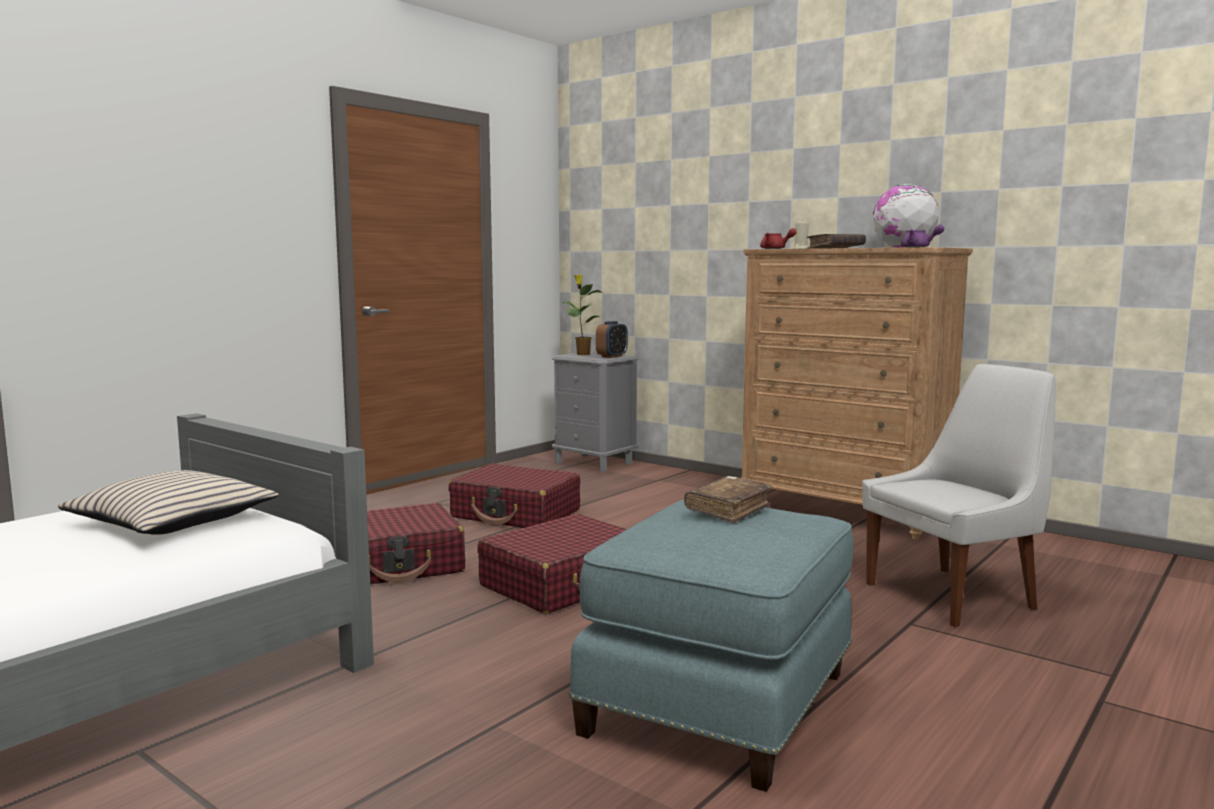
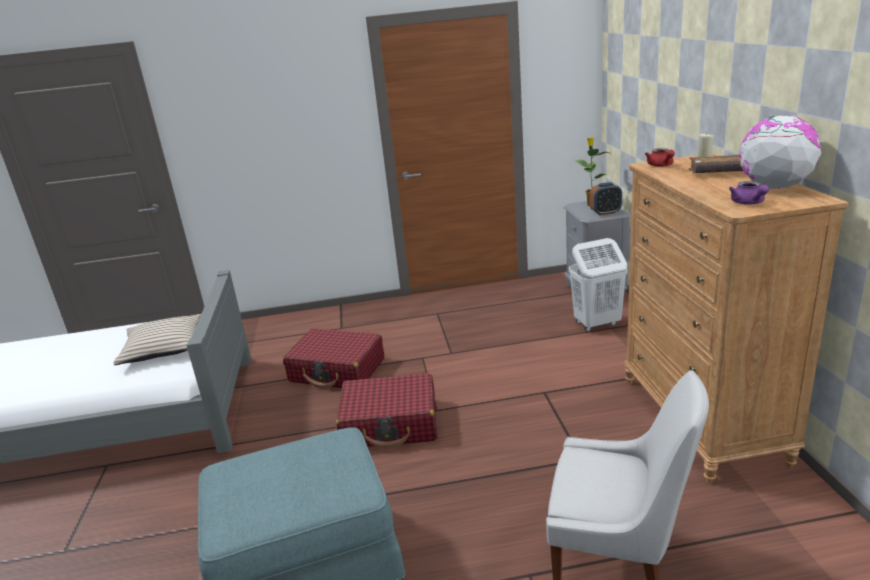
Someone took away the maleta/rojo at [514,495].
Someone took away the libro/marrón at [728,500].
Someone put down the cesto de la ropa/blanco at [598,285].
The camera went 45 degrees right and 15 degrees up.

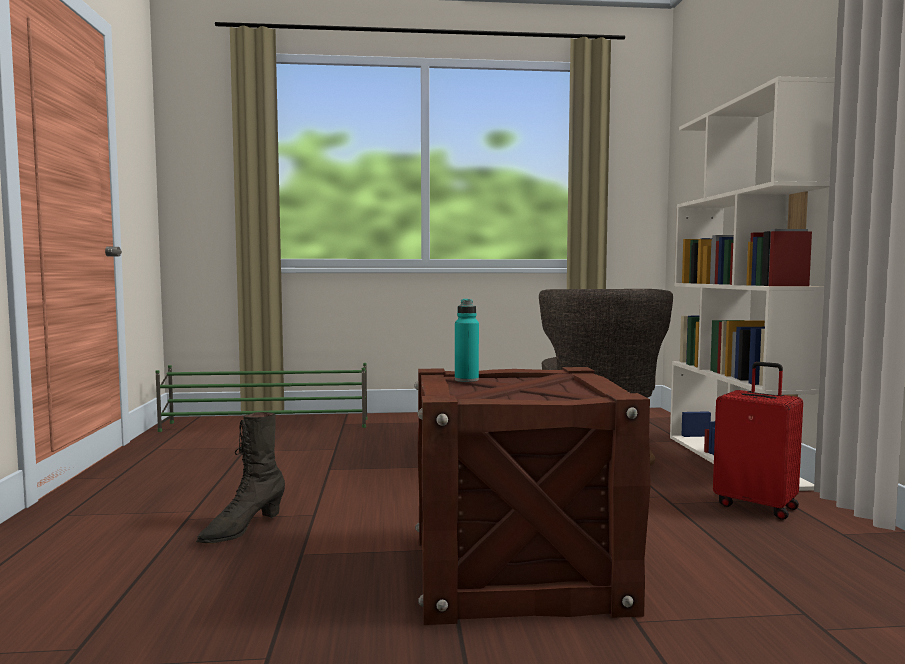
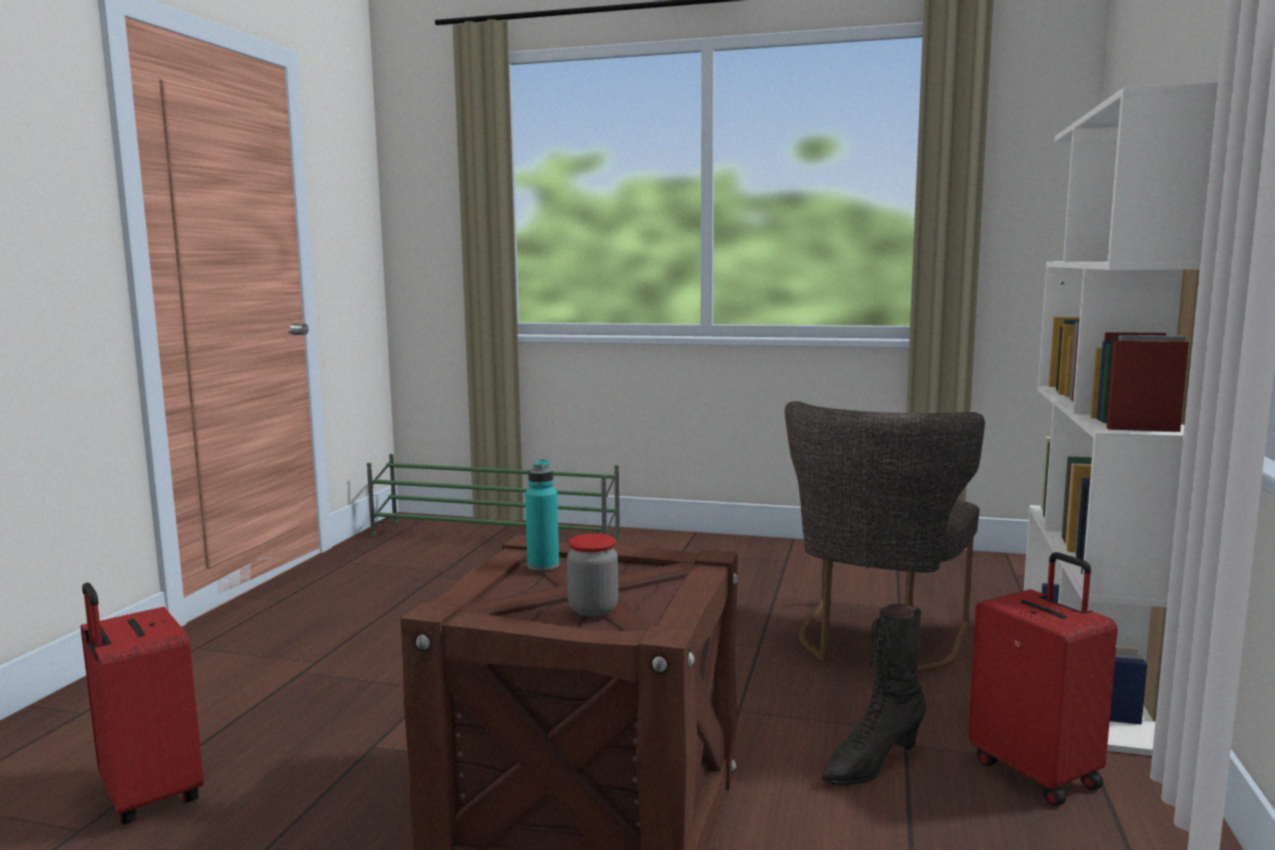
Someone put down the maleta/rojo at [142,704].
Someone put down the tarro at [592,575].
Someone carried the bota/negro from [240,478] to [873,695].
The camera went 20 degrees right and 5 degrees up.

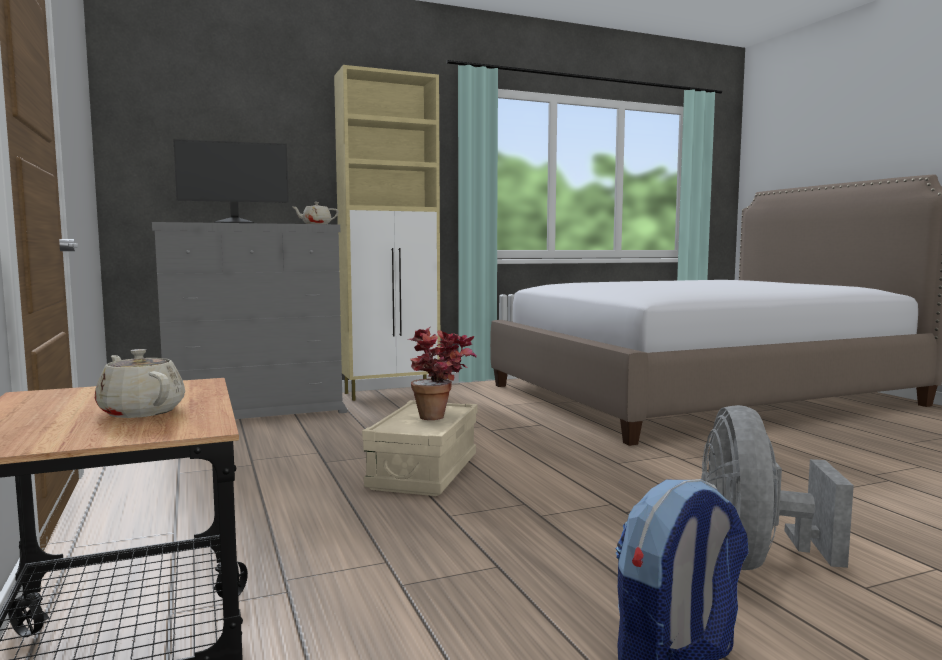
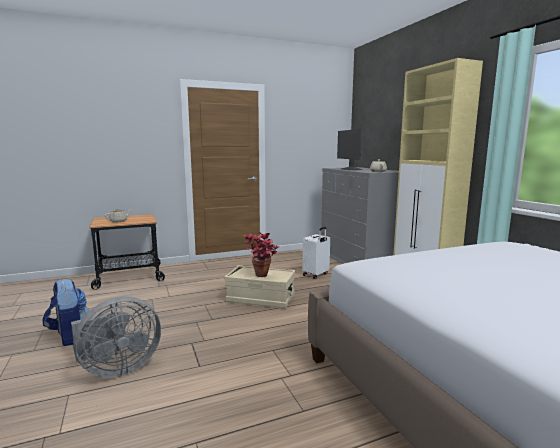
Someone put down the maleta/blanco at [316,253].
Someone rotated the ventilador/gris at [777,487] by 135 degrees clockwise.
The camera went 90 degrees right and 5 degrees up.

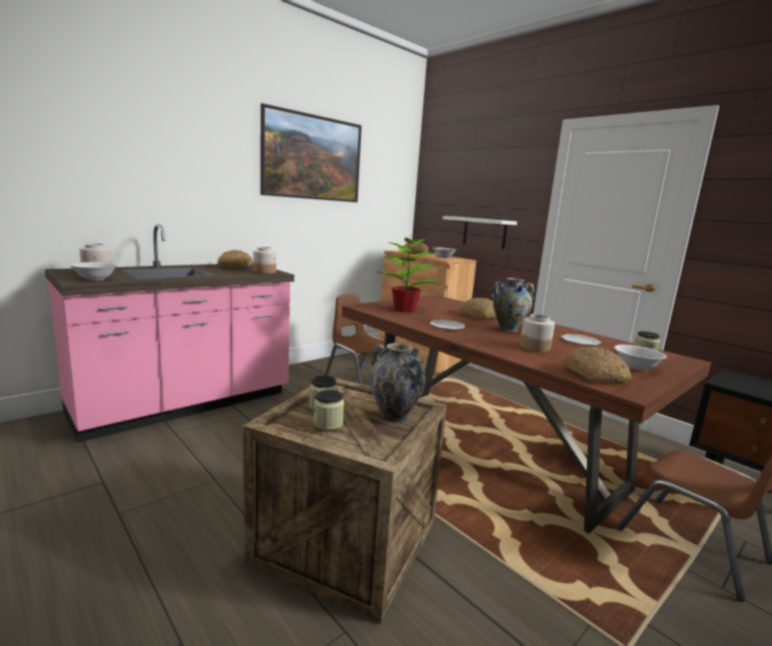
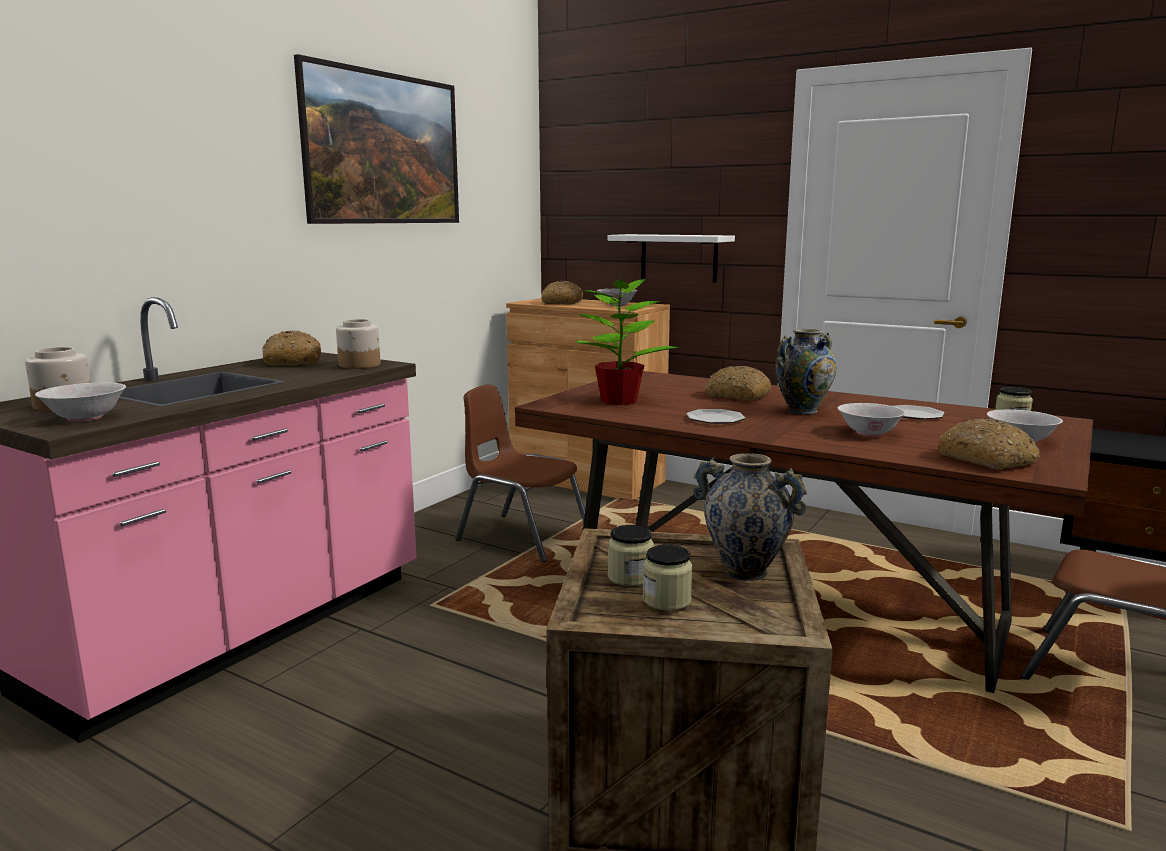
Someone swapped the tarro at [537,333] for the cuenco/blanco at [872,419].
The camera went 15 degrees left and 0 degrees up.

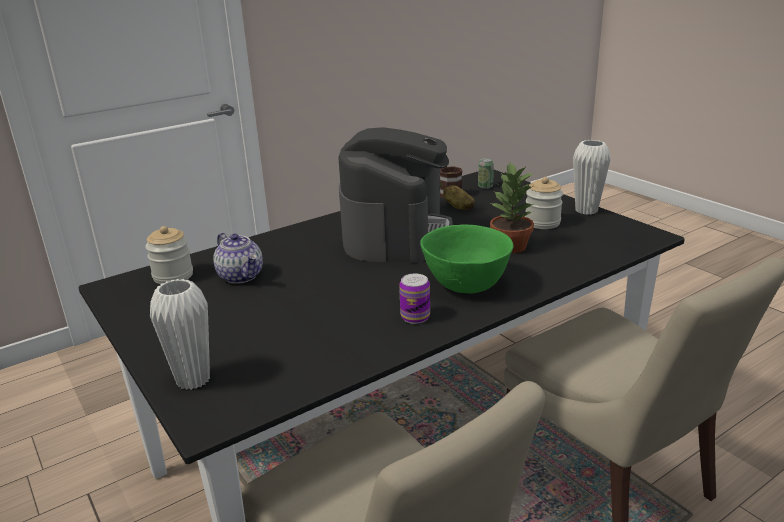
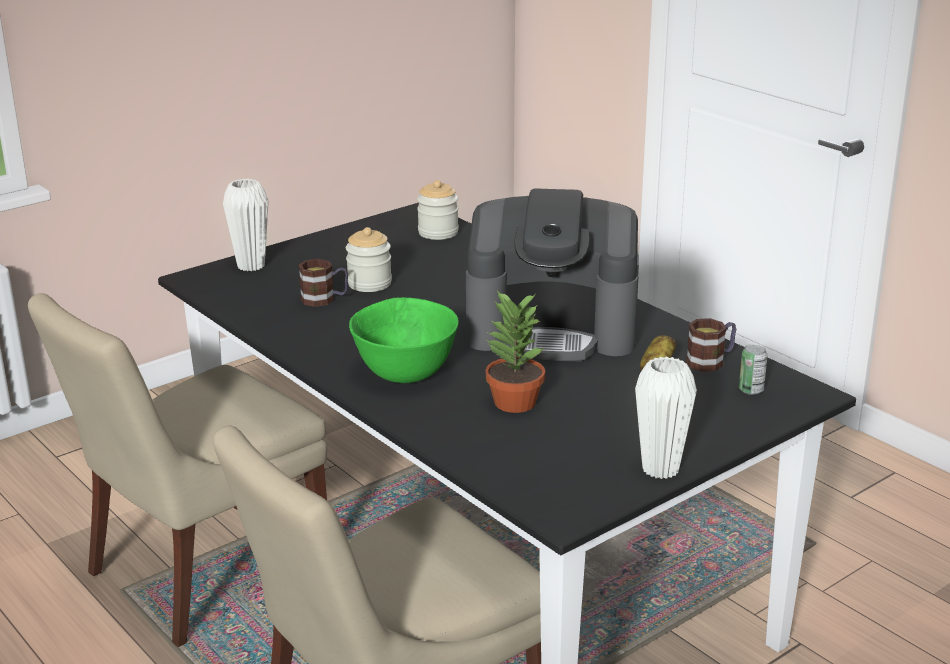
Someone took away the tetera at [238,258].
Someone took away the lata at [414,299].
Someone put down the taza grande at [323,283].
Someone carried the tarro from [544,203] to [369,259].
The camera went 85 degrees right and 0 degrees up.

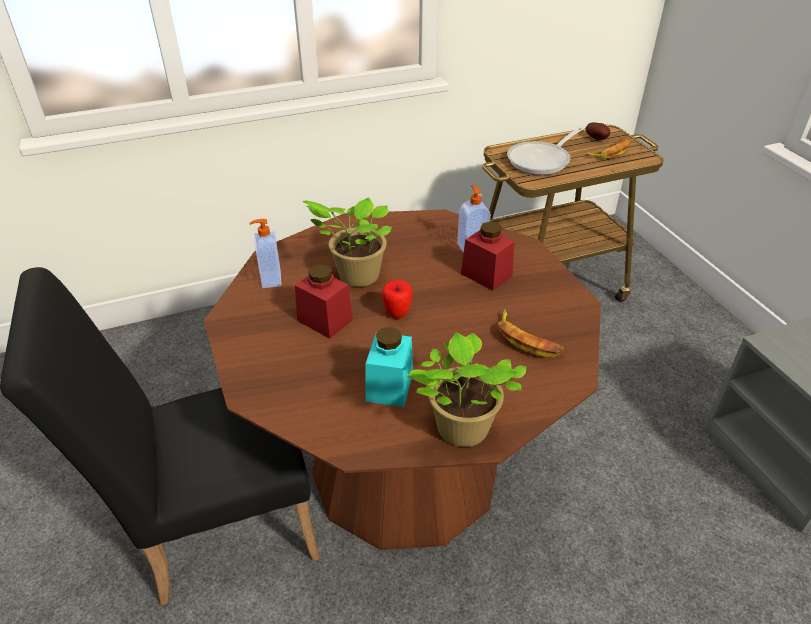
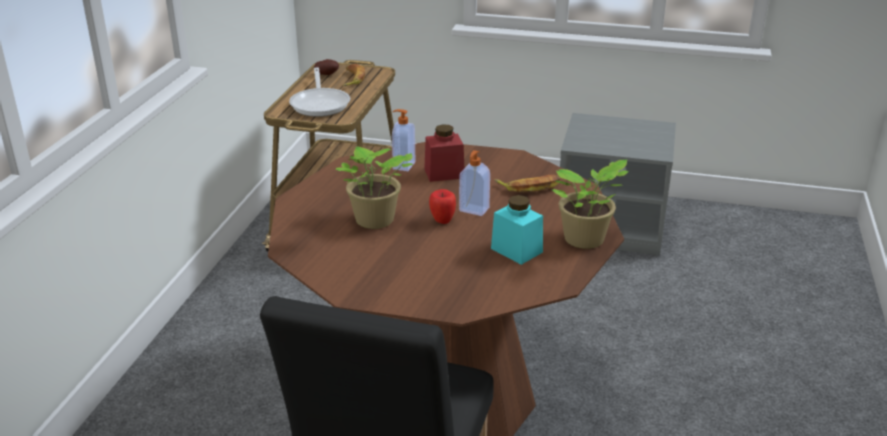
Someone took away the tarro/rojo at [324,301].
Someone carried the dispensador de jabón from [266,253] to [474,183].
The camera went 55 degrees left and 10 degrees down.

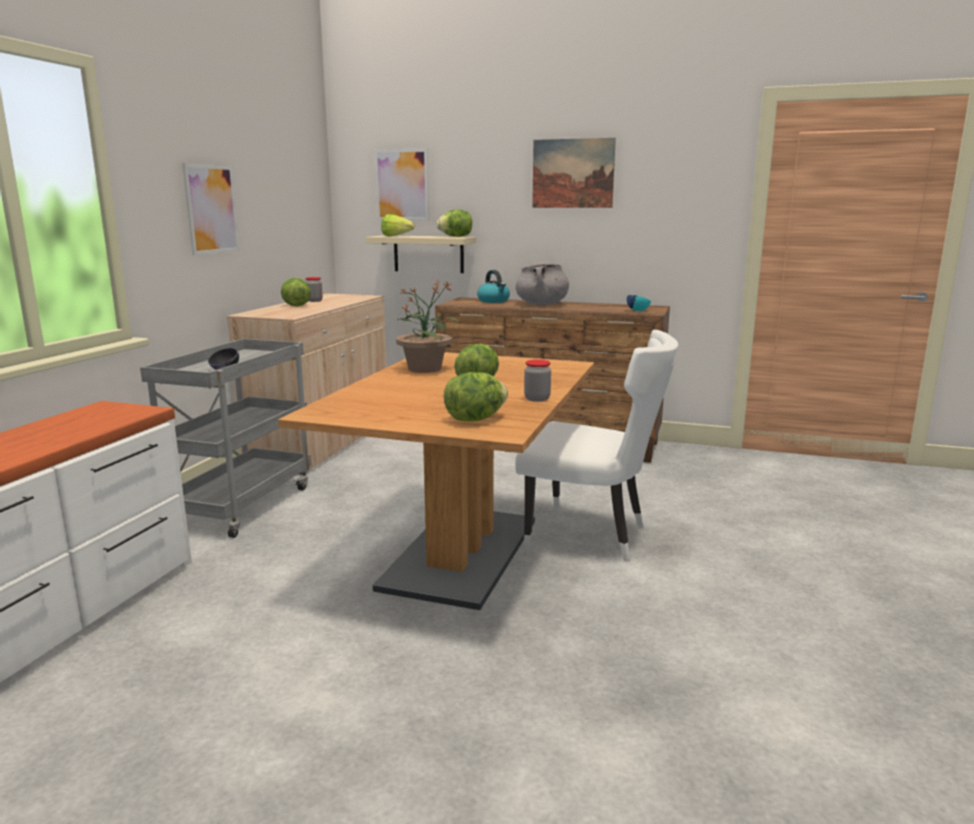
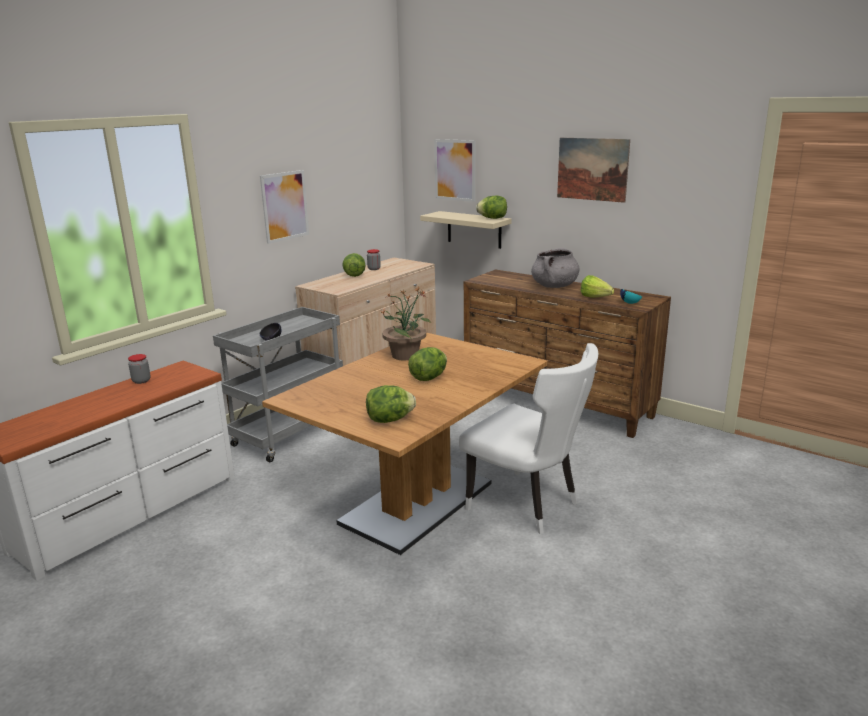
Someone took away the hervidor at [493,286].
Someone carried the lechuga from [397,225] to [597,286].
Someone carried the tarro from [537,380] to [139,369].
The camera went 20 degrees right and 5 degrees up.

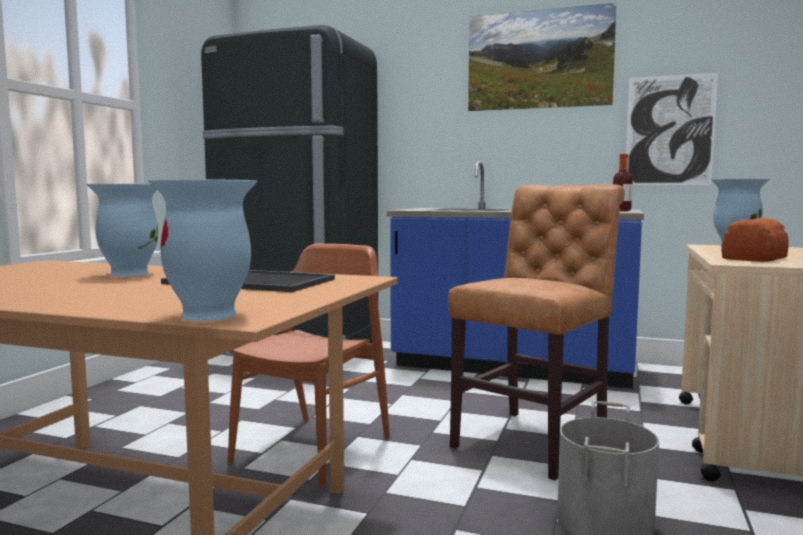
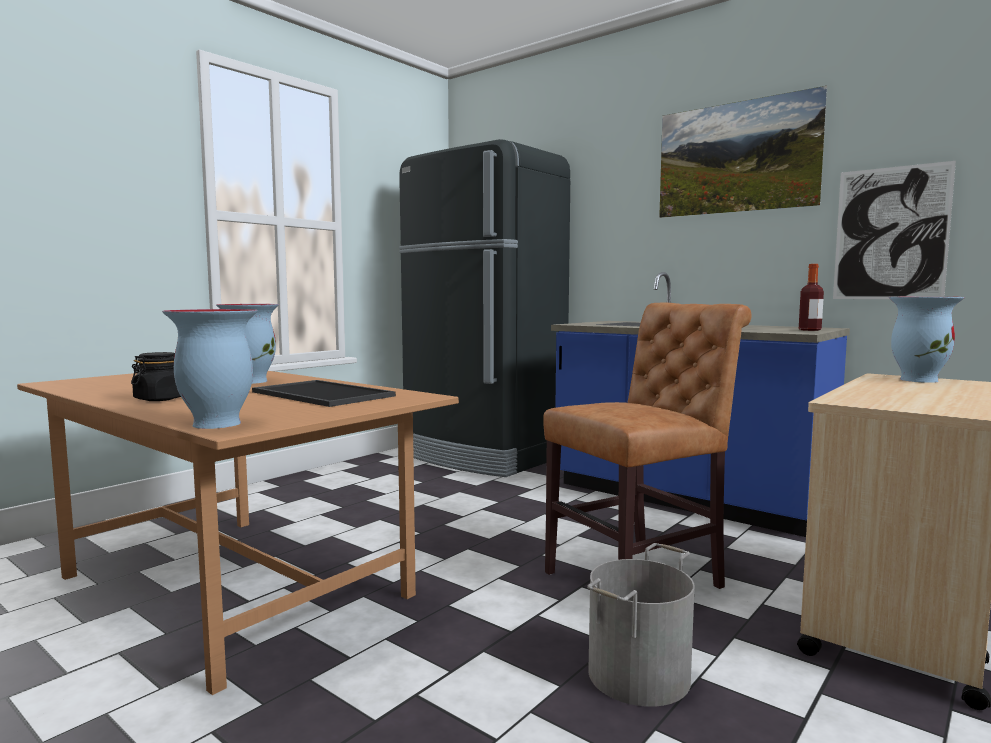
Someone took away the silla/marrón at [309,365].
Someone took away the pan at [755,240].
Someone put down the tarro/negro at [156,376].
The camera went 20 degrees right and 0 degrees up.

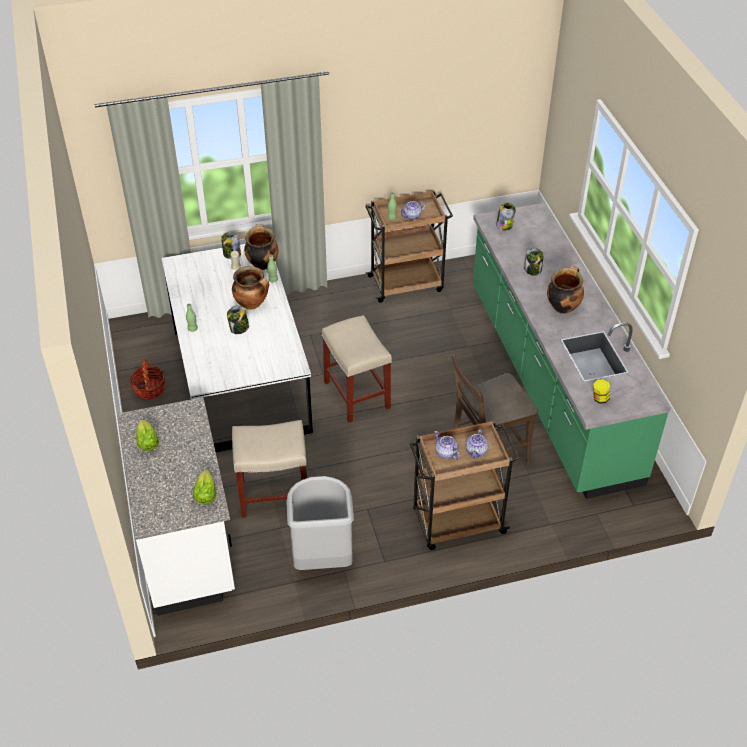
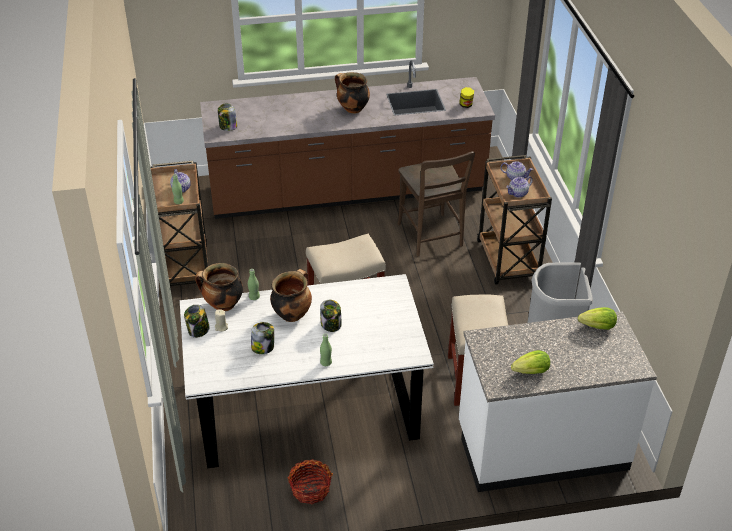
Someone carried the tarro from [533,261] to [262,338].
Someone repainted the mueble bajo de cocina/verde at [572,351], which became the mueble bajo de cocina/marrón at [347,140].
The camera went 85 degrees left and 5 degrees down.

